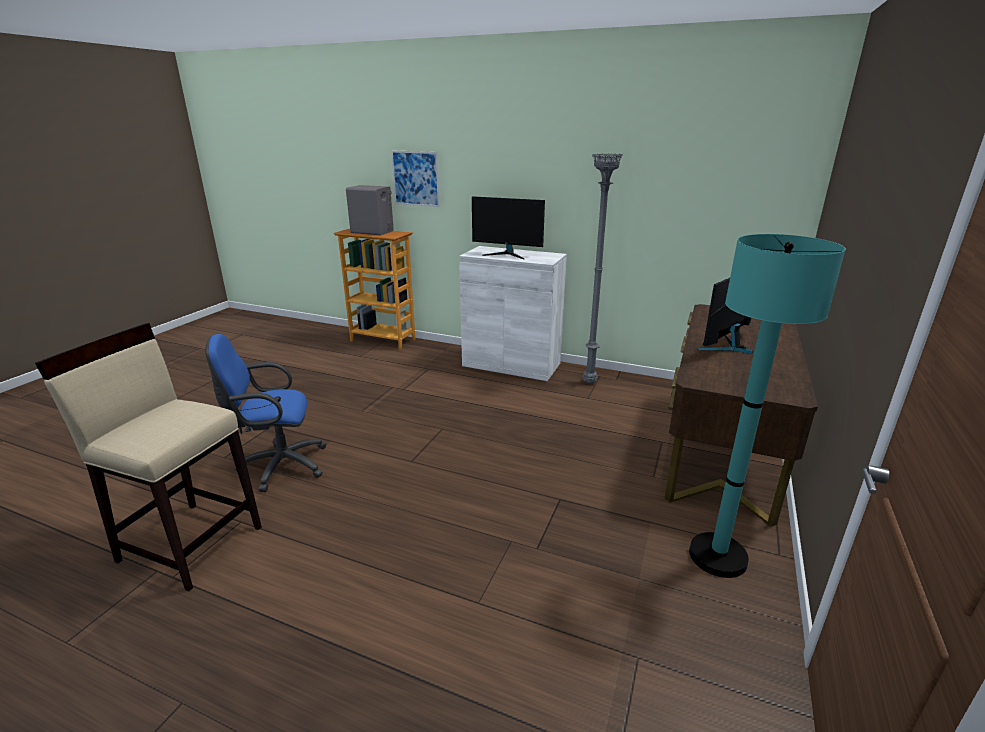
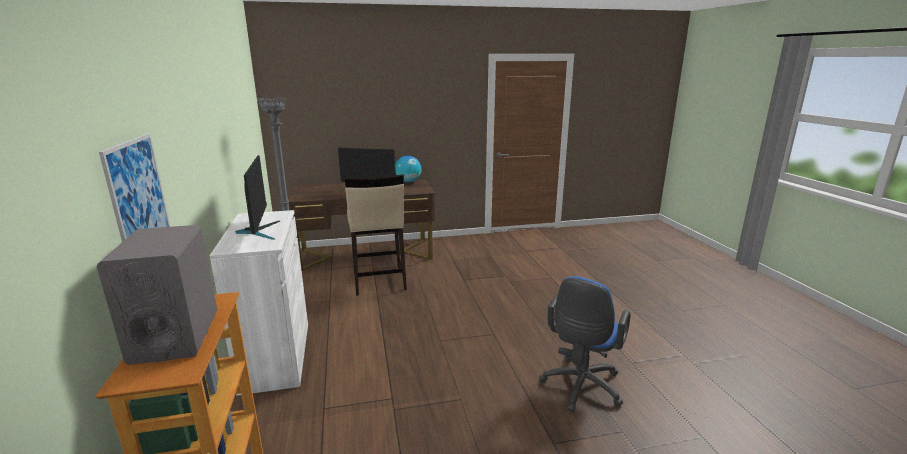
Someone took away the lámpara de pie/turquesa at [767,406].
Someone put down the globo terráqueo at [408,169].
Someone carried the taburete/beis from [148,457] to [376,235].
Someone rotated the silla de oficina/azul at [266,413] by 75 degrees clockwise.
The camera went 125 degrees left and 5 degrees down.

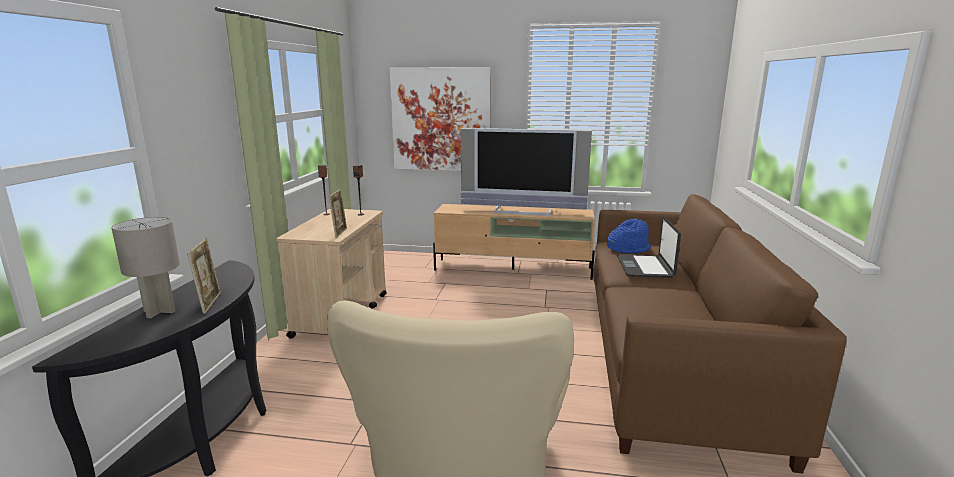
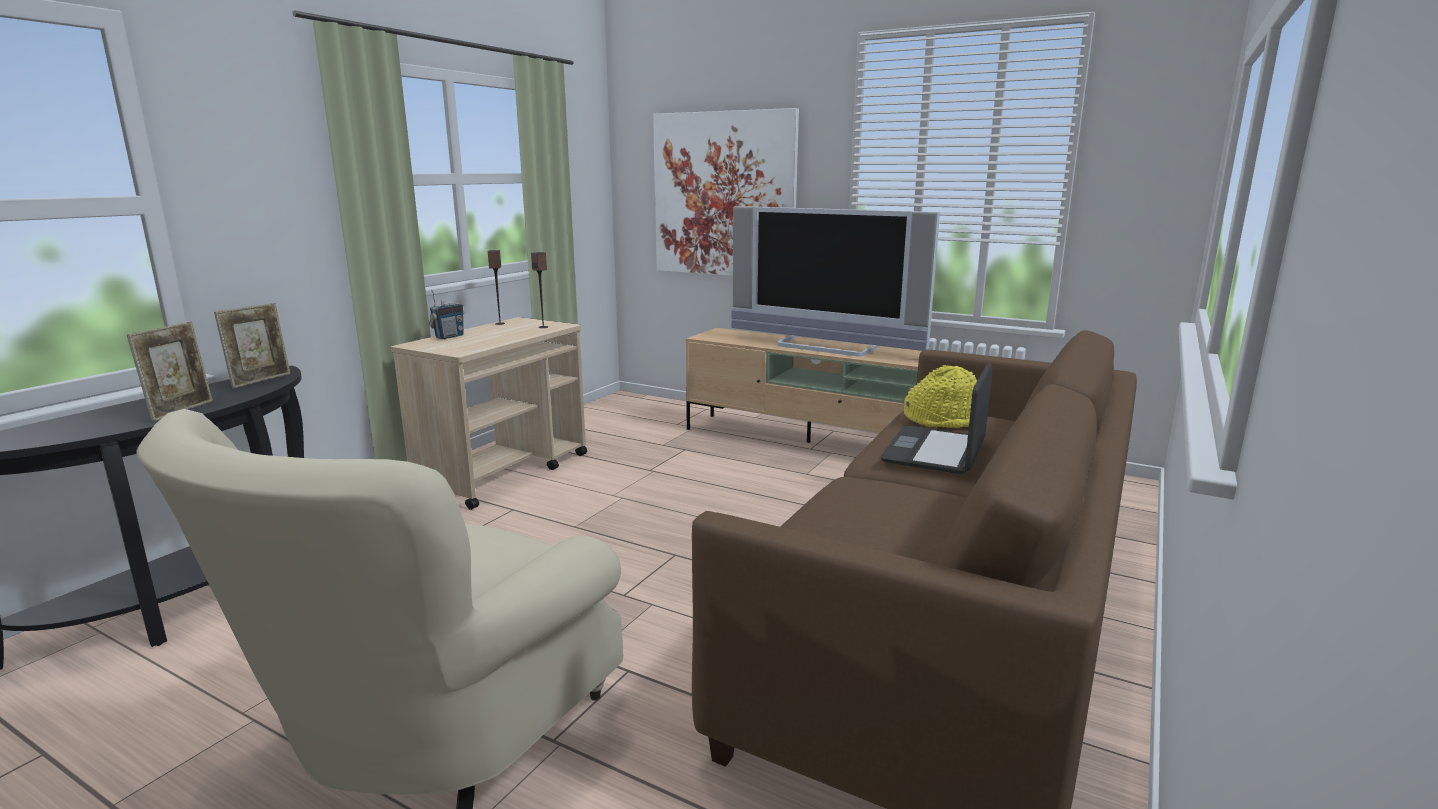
Someone took away the lámpara de mesa/gris at [145,267].
Someone put down the radio at [446,314].
Someone carried the portarretratos from [337,213] to [252,345].
Someone repainted the sombrero/azul at [629,236], which became the sombrero/amarillo at [940,396].
The camera went 20 degrees right and 0 degrees up.

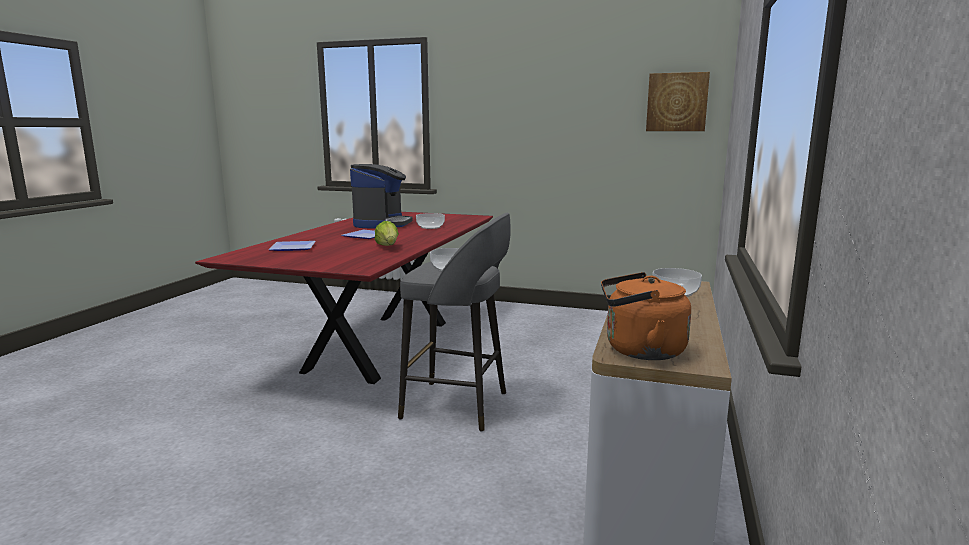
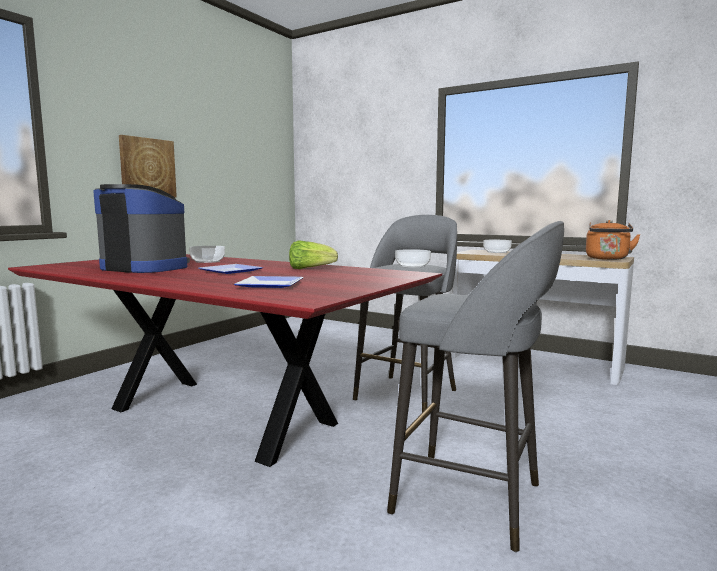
Someone put down the taburete/gris at [475,386].
Someone carried the cuadro from [678,101] to [148,166].
The camera went 75 degrees left and 5 degrees down.

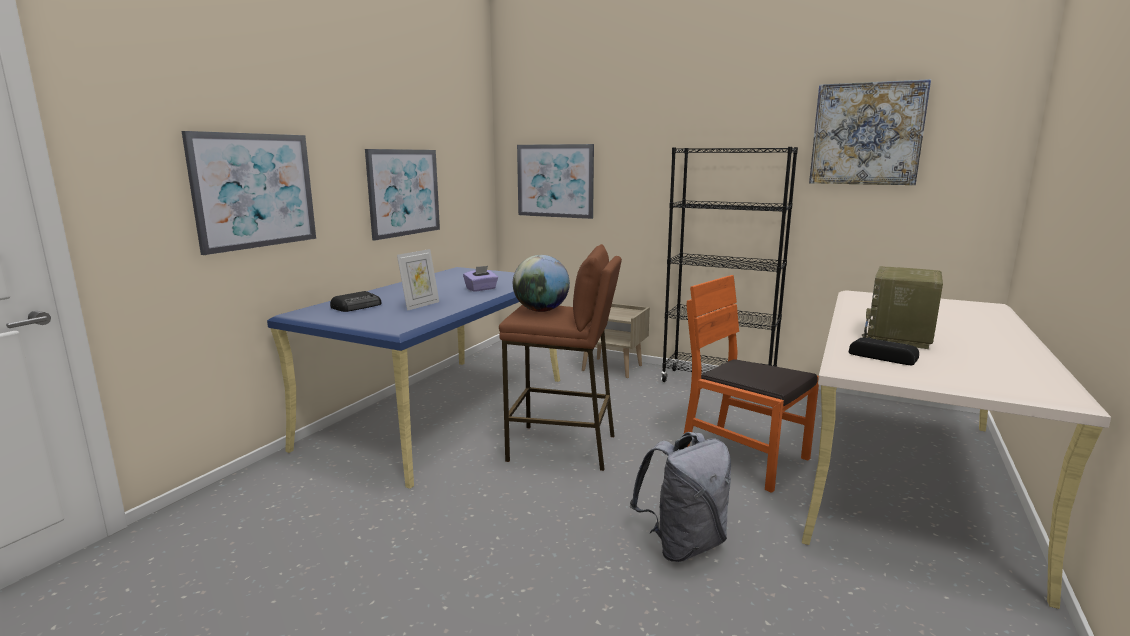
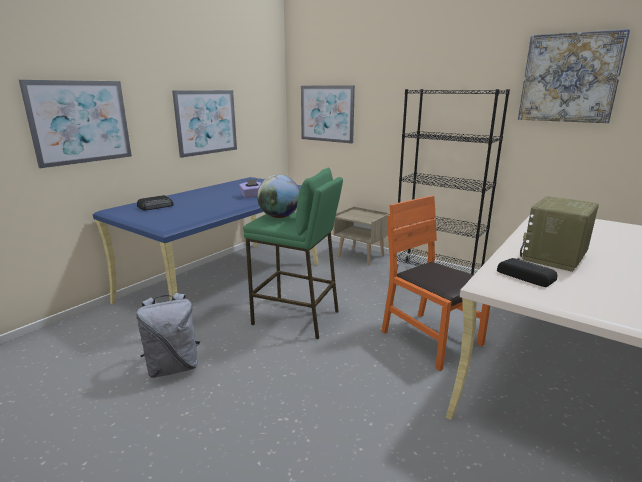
Someone took away the portarretratos at [418,280].
Someone carried the mochila/gris from [680,497] to [168,335].
Someone repainted the taburete/marrón at [560,357], which became the taburete/verde at [293,253].
The camera went 10 degrees right and 5 degrees up.

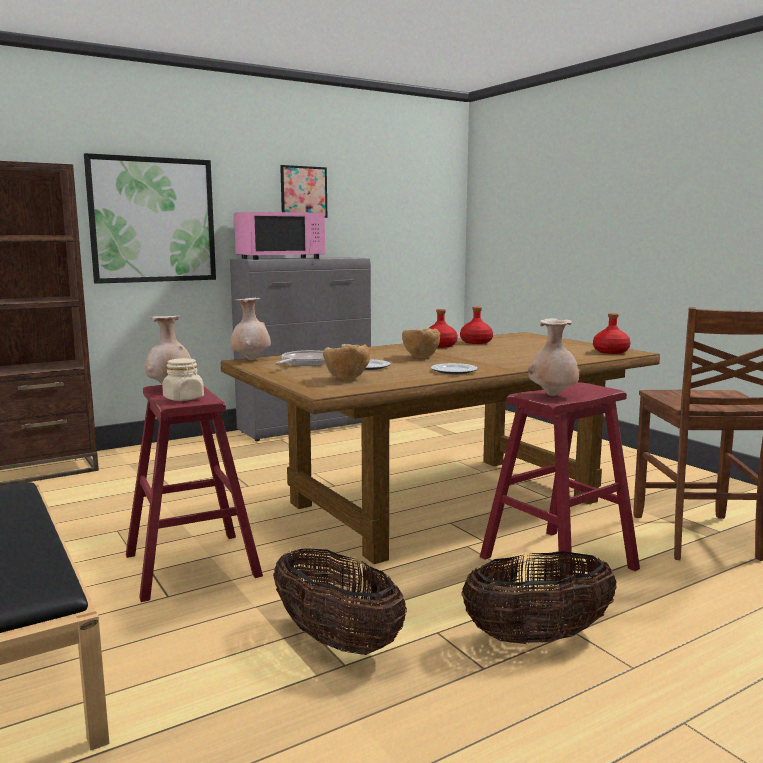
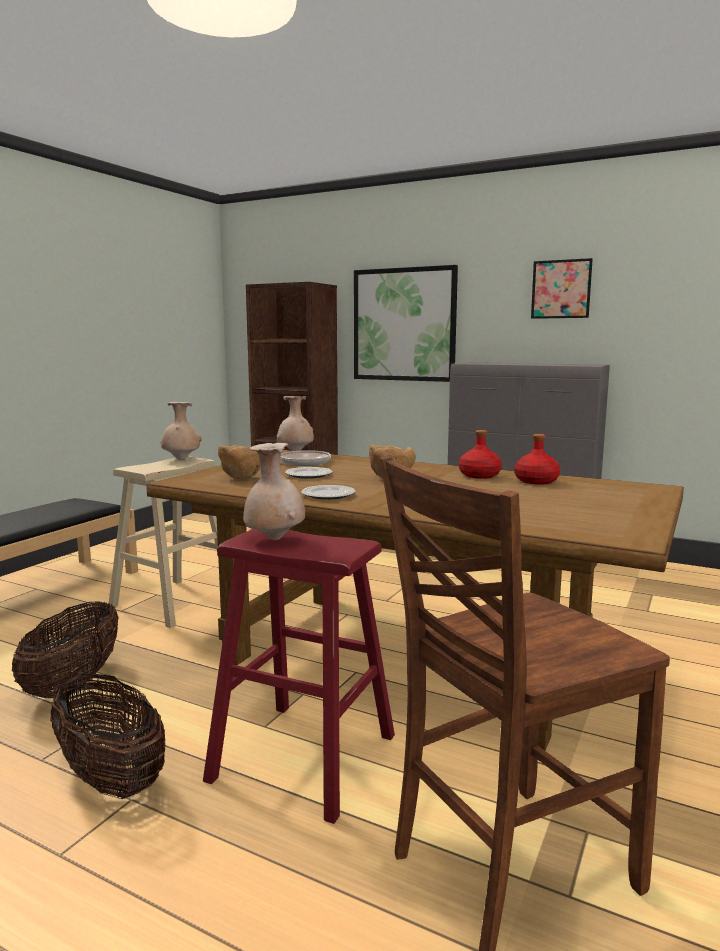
Someone took away the tarro/beis at [183,379].
Someone took away the microondas/rosa at [279,236].
Someone took away the botella/rojo at [611,333].
Someone repainted the taburete/rojo at [194,493], which became the taburete/beis at [163,542].
The camera went 60 degrees right and 0 degrees up.

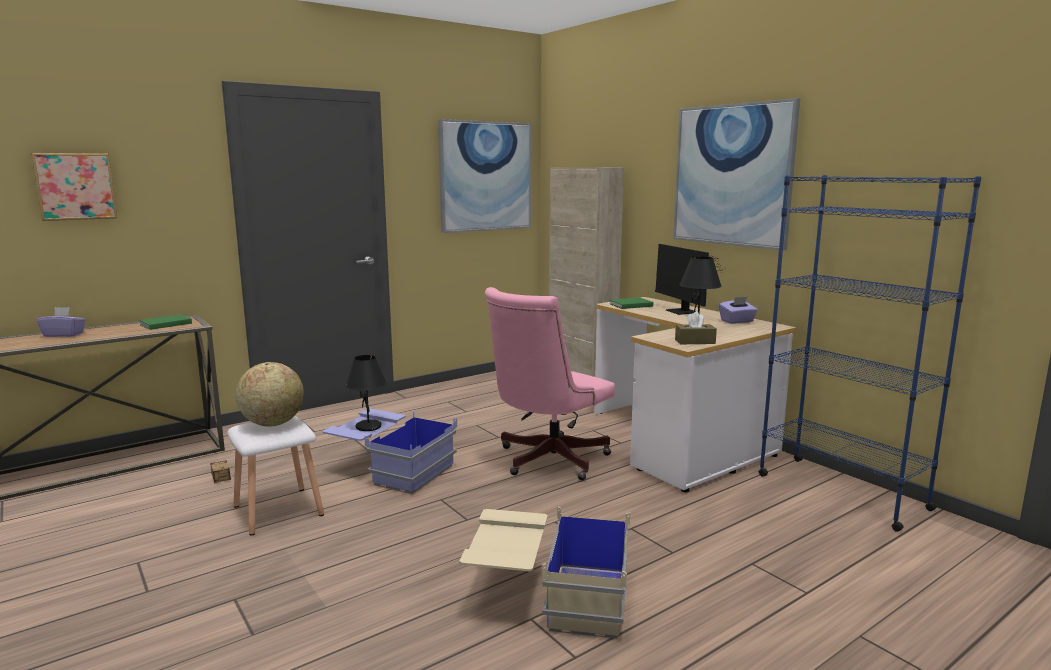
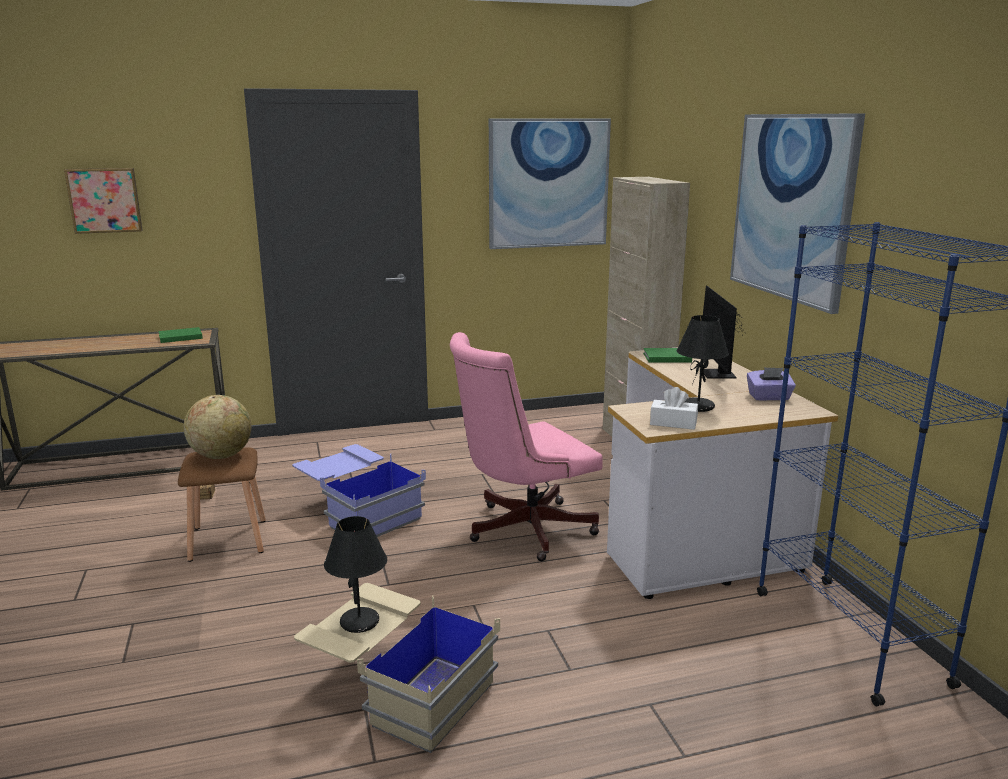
Someone took away the caja de pañuelos/morado at [61,322].
Someone carried the lámpara de mesa/negro from [366,393] to [355,574].
Someone repainted the taburete/blanco at [275,476], which became the taburete/marrón at [222,504].
Someone repainted the caja de pañuelos/marrón at [696,327], which became the caja de pañuelos/blanco at [674,408].
The camera went 20 degrees right and 5 degrees up.

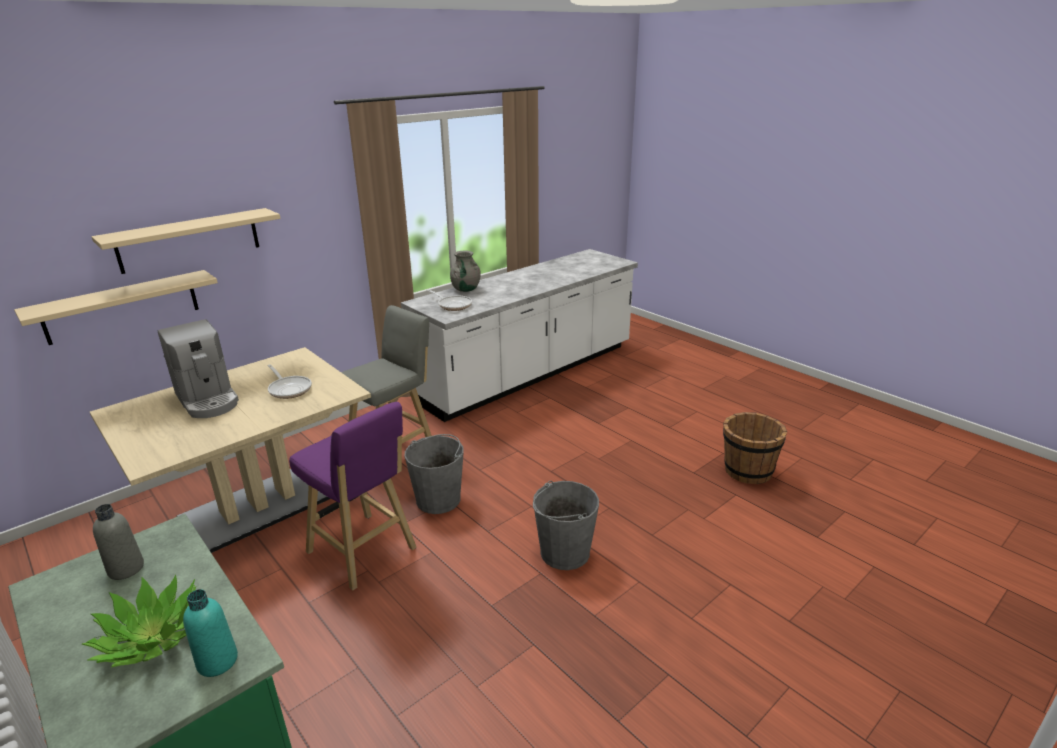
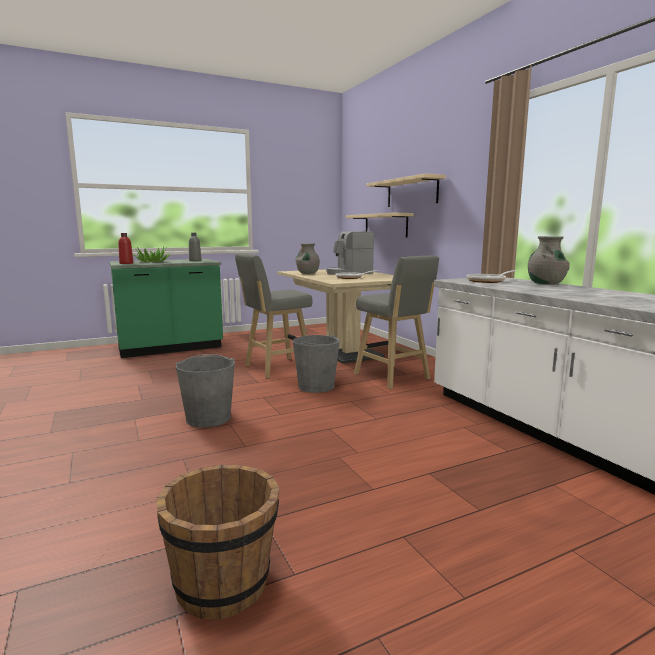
Someone put down the florero/gris at [307,258].
Someone repainted the botella/turquesa at [210,633], which became the botella/rojo at [125,248].
Someone repainted the taburete/morado at [353,496], which became the taburete/gris at [273,315].
The camera went 105 degrees right and 15 degrees down.

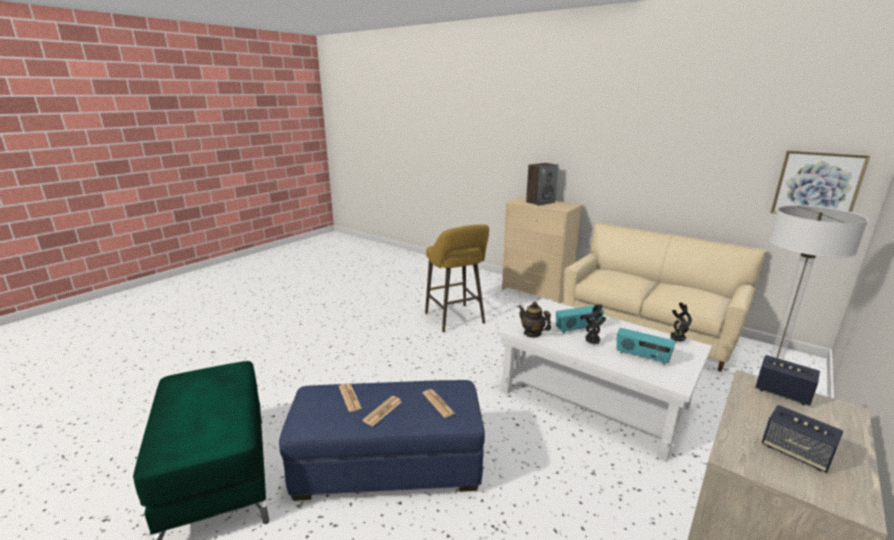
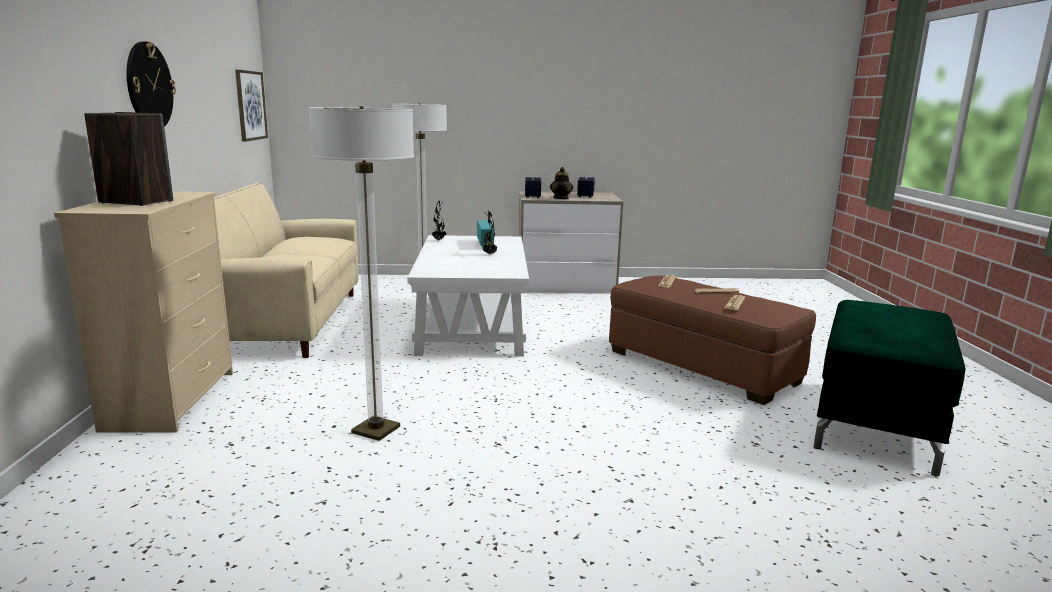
Someone took away the radio at [580,319].
Someone put up the reloj de pared at [151,84].
Someone carried the tetera from [534,320] to [561,183].
Someone swapped the taburete/amarillo at [457,278] for the lámpara de pie at [361,273].
Someone repainted the puf/azul at [382,440], which became the puf/marrón at [712,340].
The camera went 130 degrees left and 5 degrees down.

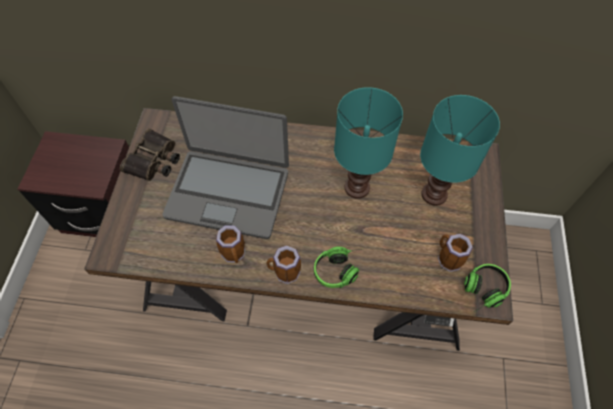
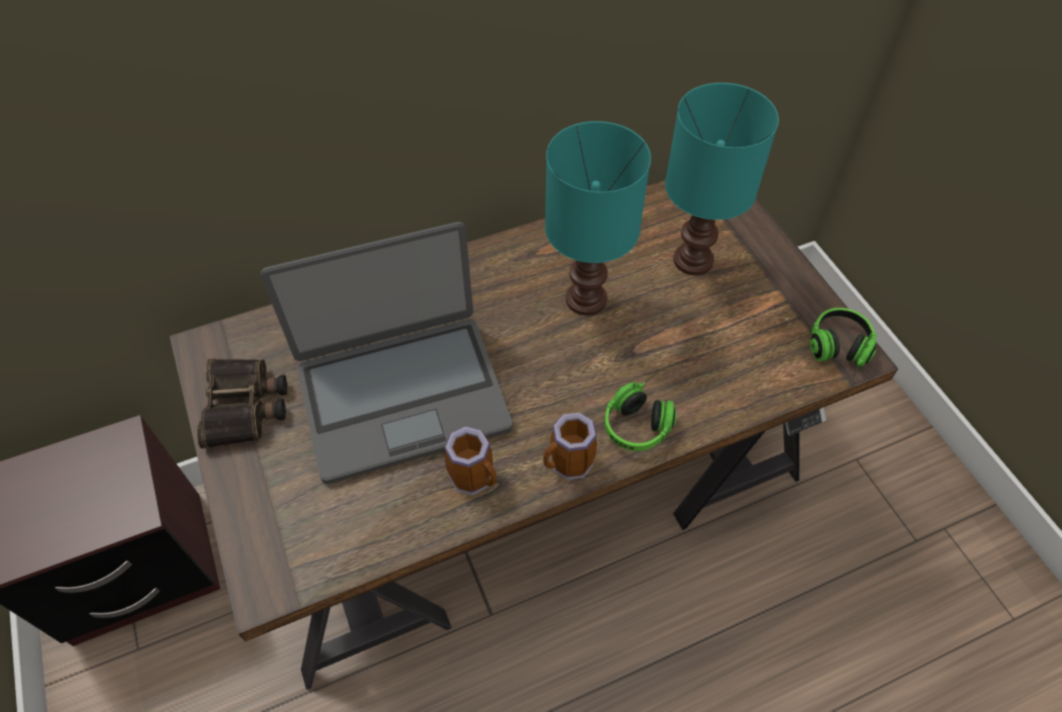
Someone took away the taza grande at [455,253].
The camera went 30 degrees left and 5 degrees down.

